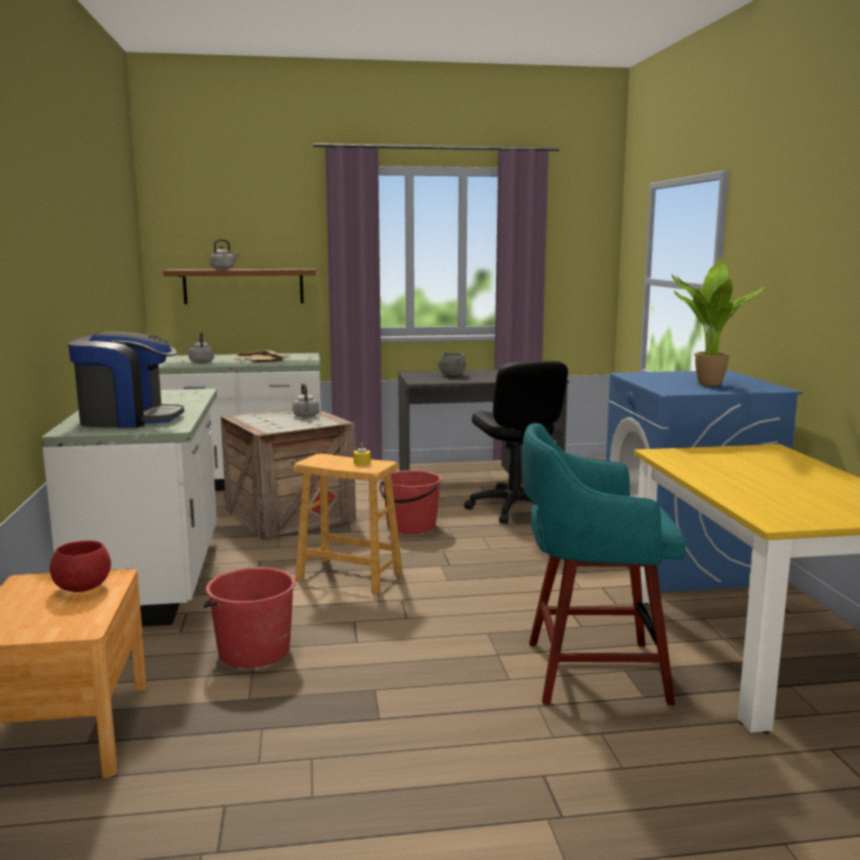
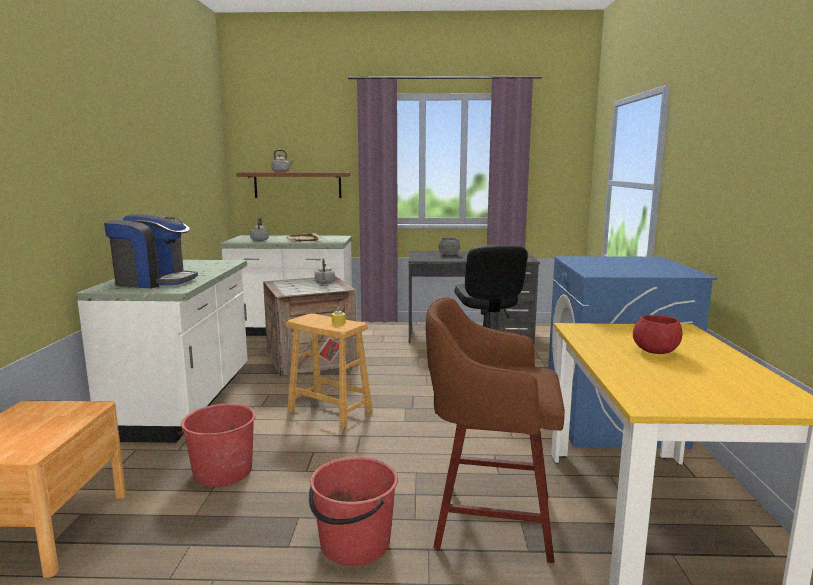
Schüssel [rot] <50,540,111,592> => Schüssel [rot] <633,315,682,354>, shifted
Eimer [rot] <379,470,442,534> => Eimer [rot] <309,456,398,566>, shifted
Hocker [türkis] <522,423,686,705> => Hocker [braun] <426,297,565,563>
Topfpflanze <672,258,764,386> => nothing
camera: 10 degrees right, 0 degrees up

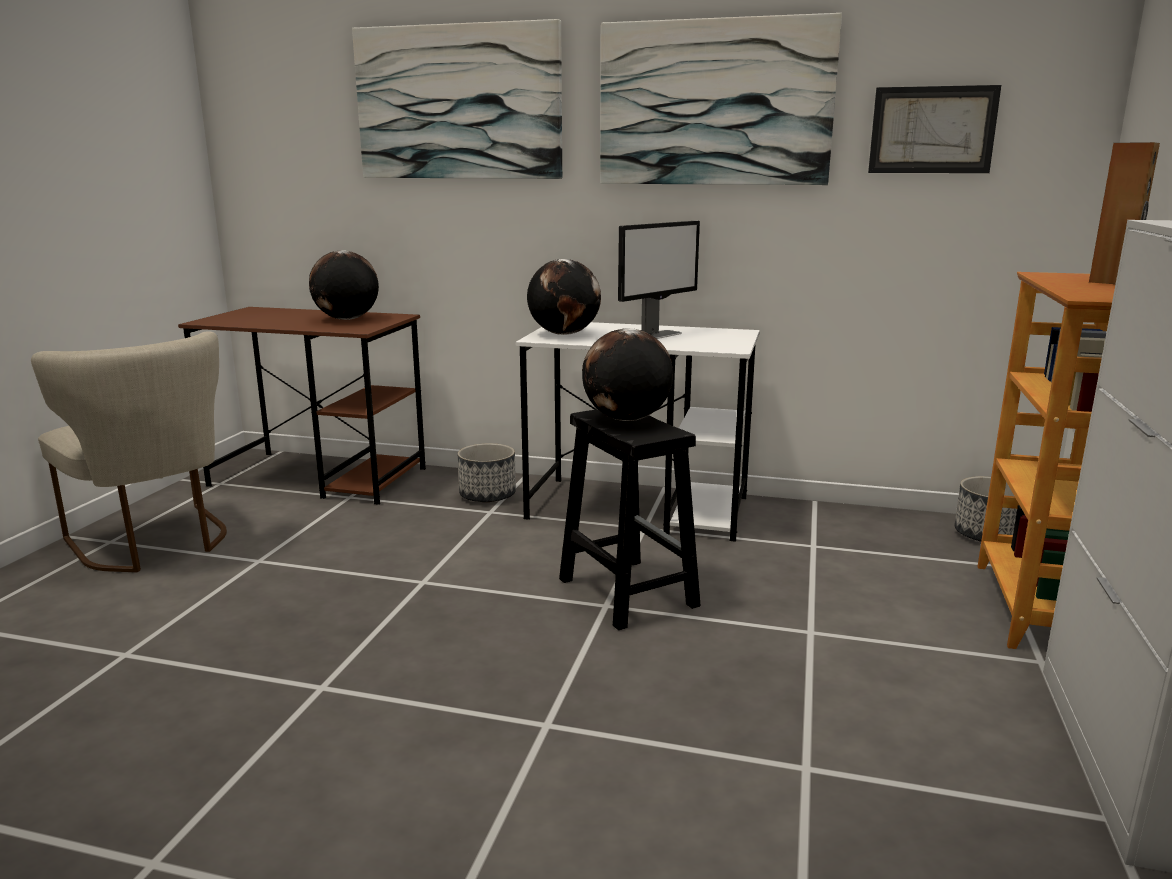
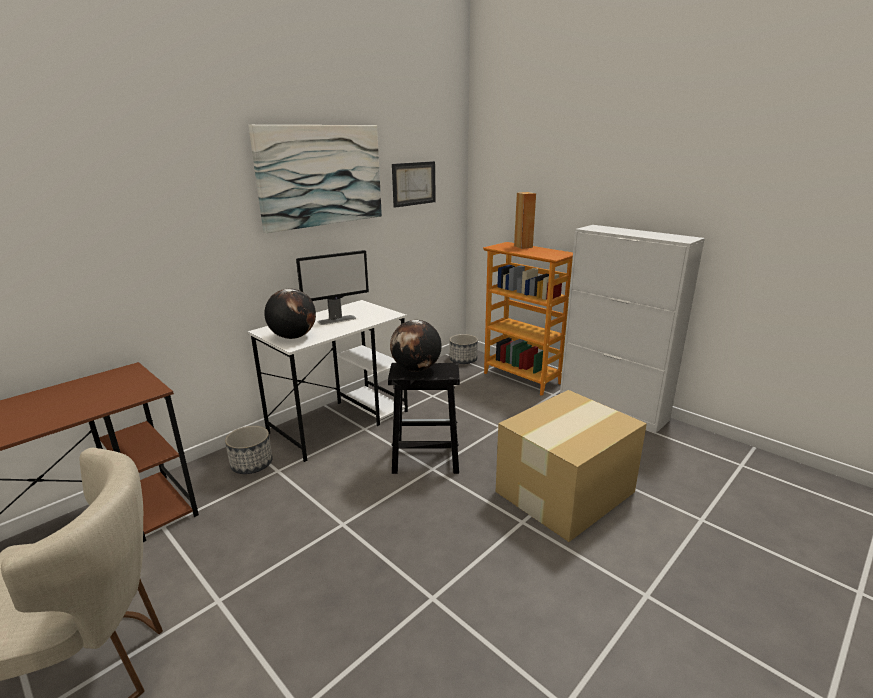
Globus <309,250,379,320> => nothing
Bild <352,19,562,179> => nothing
Monitor <618,221,700,339> => Monitor <296,250,369,325>, 75 degrees clockwise
nothing => Karton <496,390,647,542>
camera: 60 degrees left, 5 degrees up

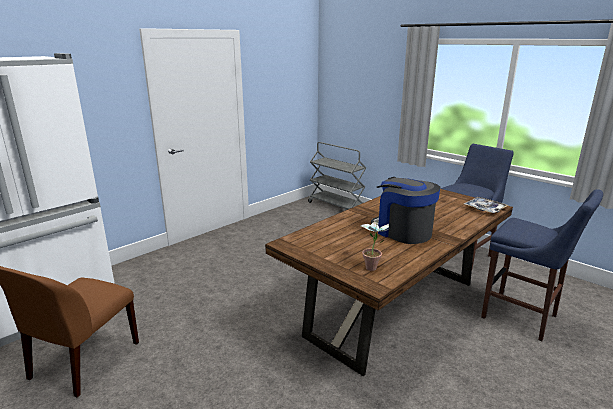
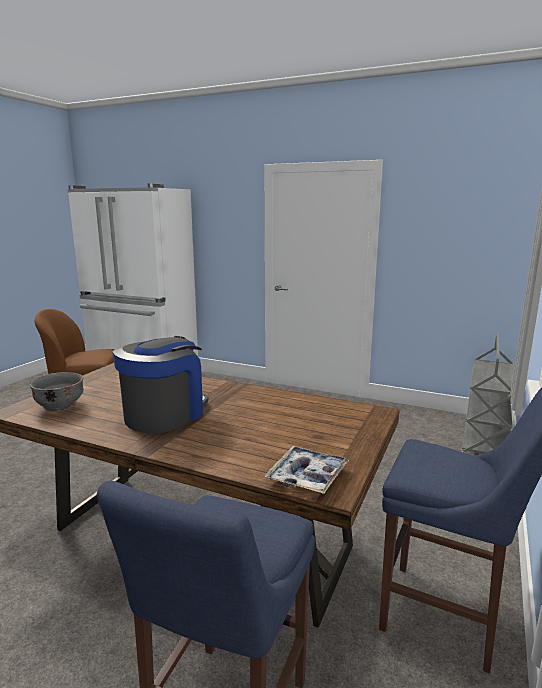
Topfpflanze <361,221,389,271> => Schüssel [grau] <30,372,83,411>
camera: 70 degrees right, 5 degrees down

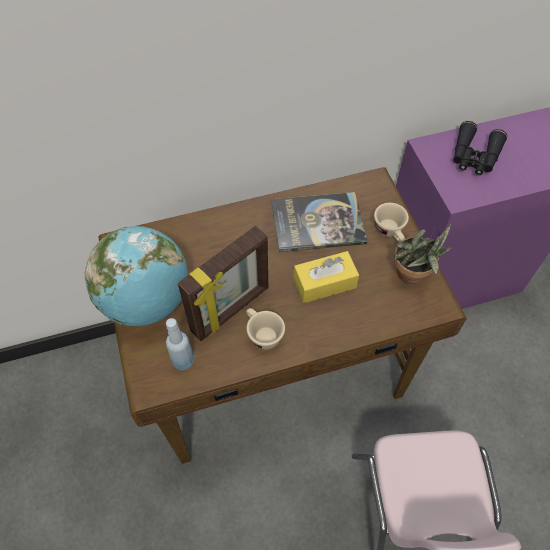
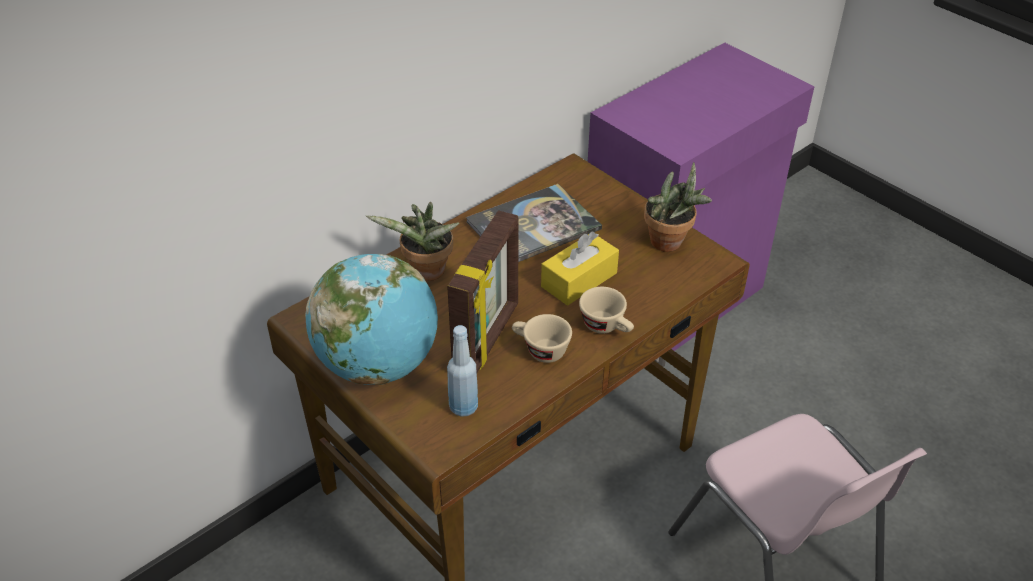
Tasse [beige] <374,203,409,242> => Tasse [beige] <579,287,634,334>, shifted
Fernglas [schwarz] <453,121,507,175> => nothing
nothing => Topfpflanze <366,202,460,281>
camera: 25 degrees left, 15 degrees down

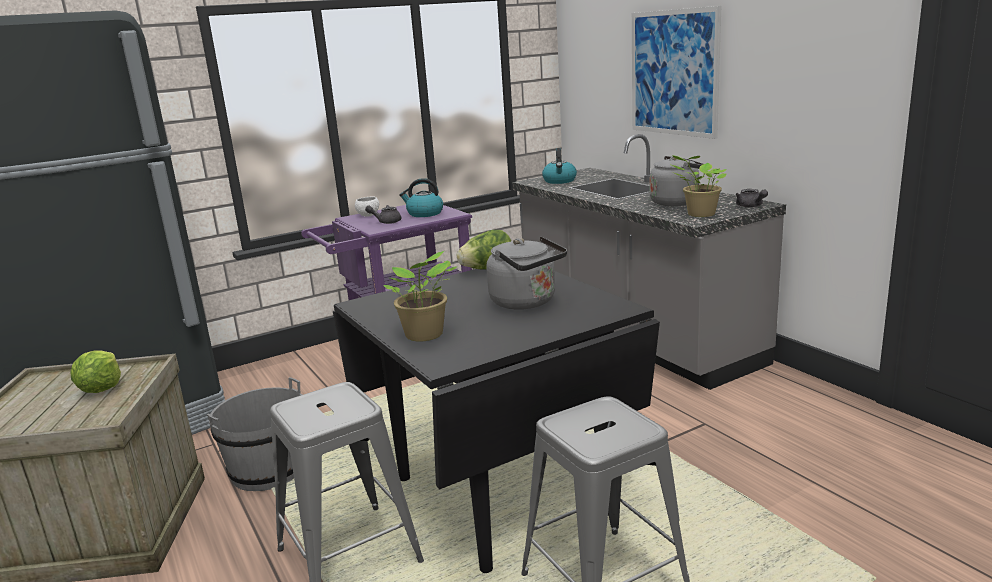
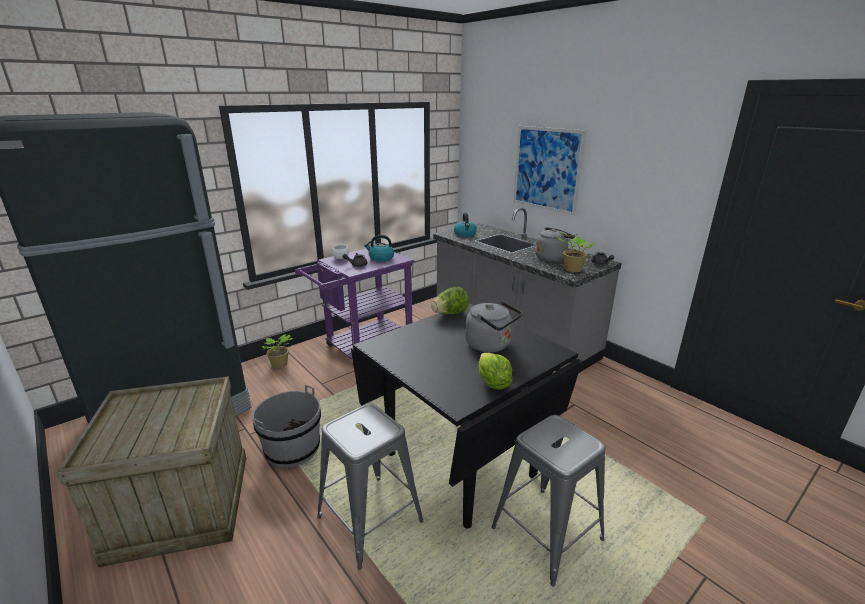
Salatkopf <70,350,121,393> => Salatkopf <479,353,513,389>, shifted
Topfpflanze <383,251,457,342> => Topfpflanze <262,334,293,368>, shifted
camera: 10 degrees left, 5 degrees up

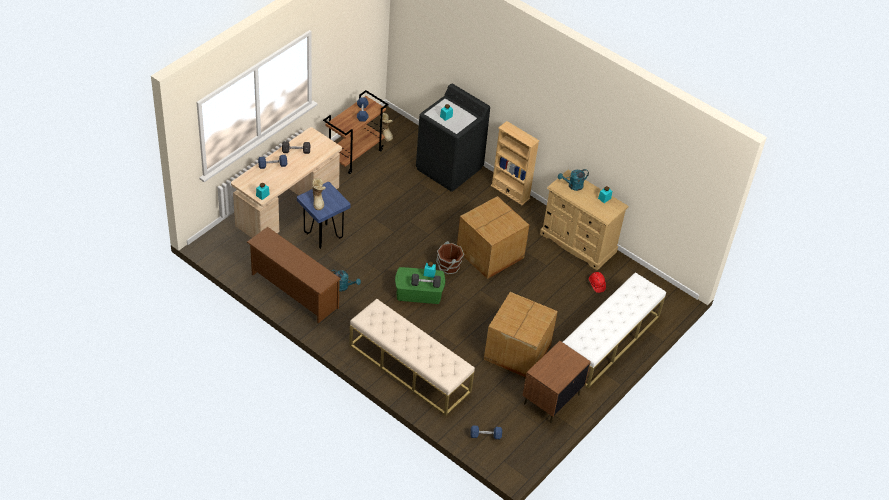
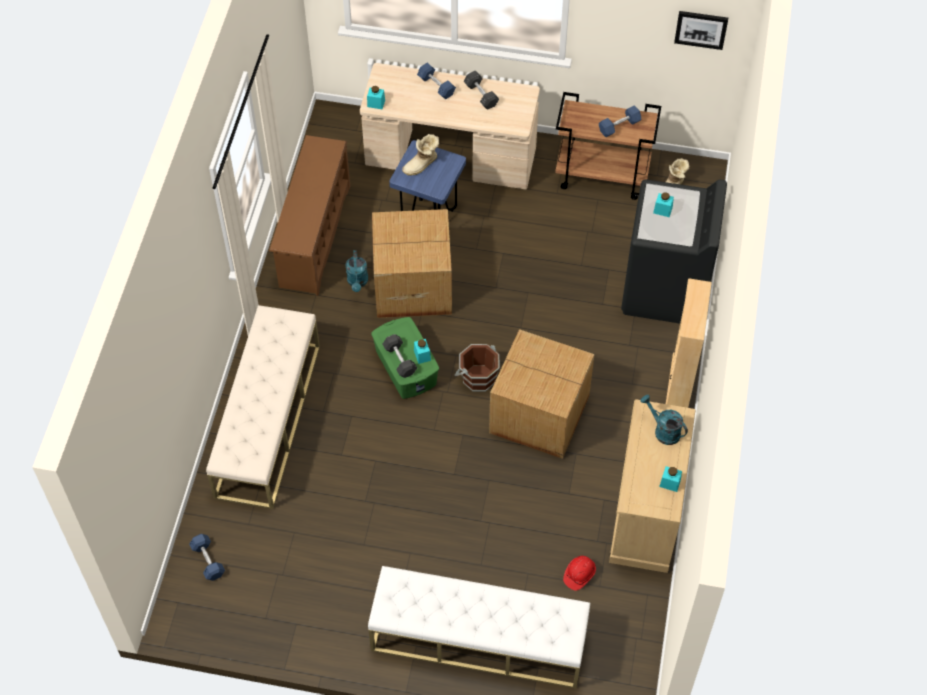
Karton <484,292,558,377> => Karton <372,209,452,318>, shifted
Nachttisch [braun] <522,341,591,423> => nothing
nothing => Bild <674,11,728,50>
camera: 65 degrees right, 10 degrees up

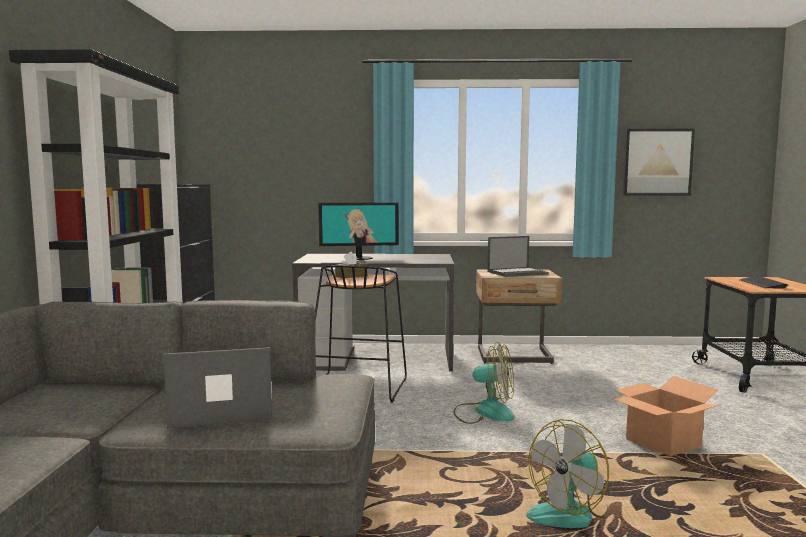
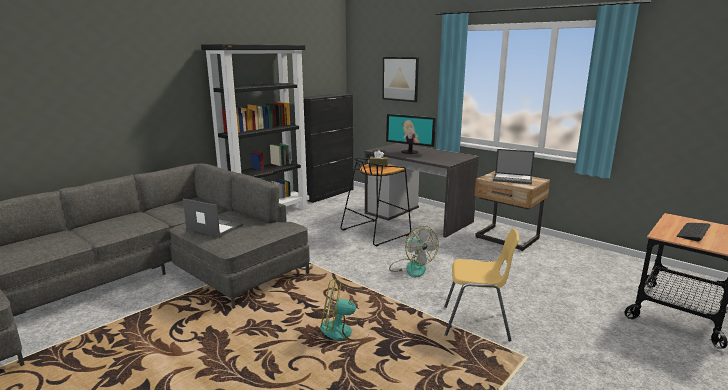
Karton <613,376,720,457> => Stuhl [gelb] <444,228,519,341>
Bild <623,128,695,196> => Bild <382,57,419,102>, shifted
camera: 40 degrees right, 10 degrees up

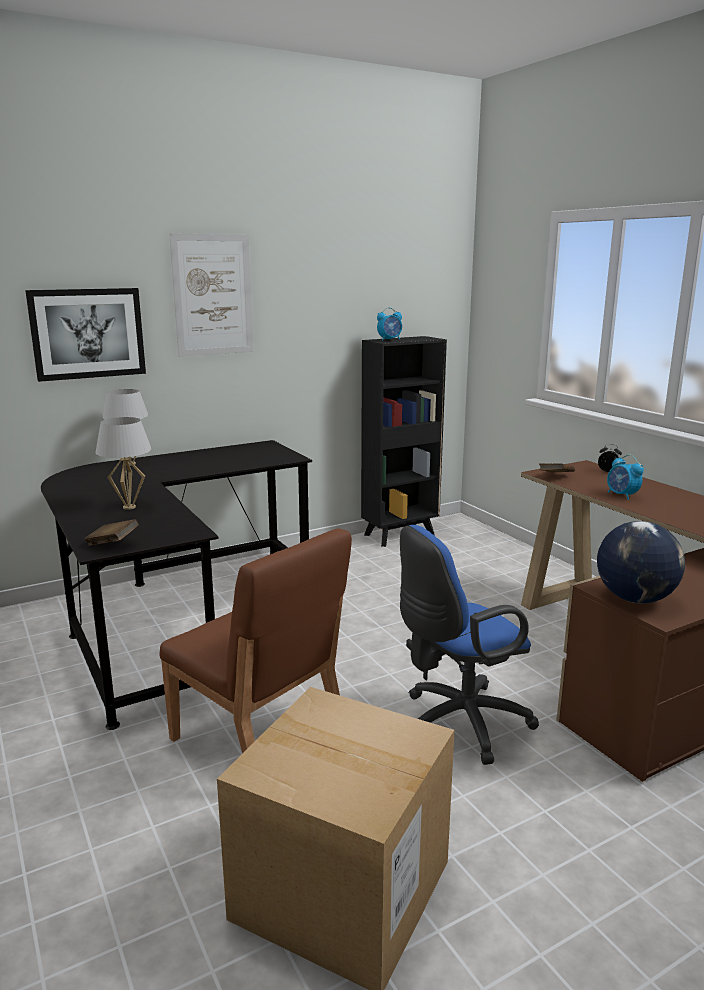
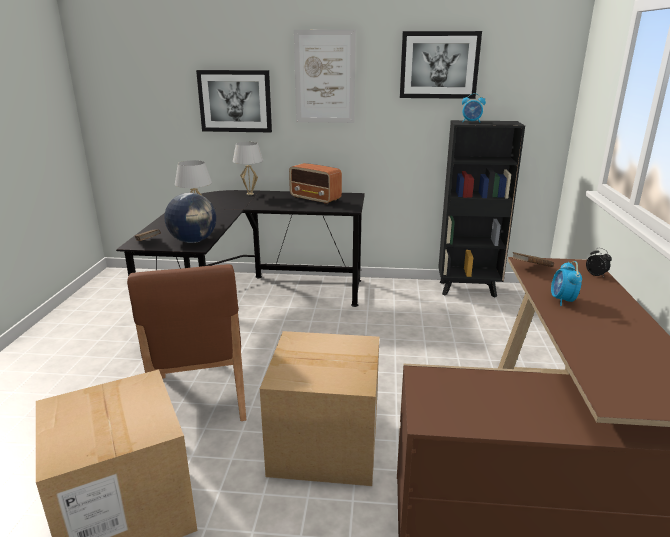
Bürostuhl [blau] <400,525,539,765> => Karton <260,331,379,486>
Globus <597,521,685,603> => Globus <165,193,216,243>, shifted
nothing => Radio <289,163,342,204>
nothing => Bild <400,31,482,99>
camera: 35 degrees right, 5 degrees up

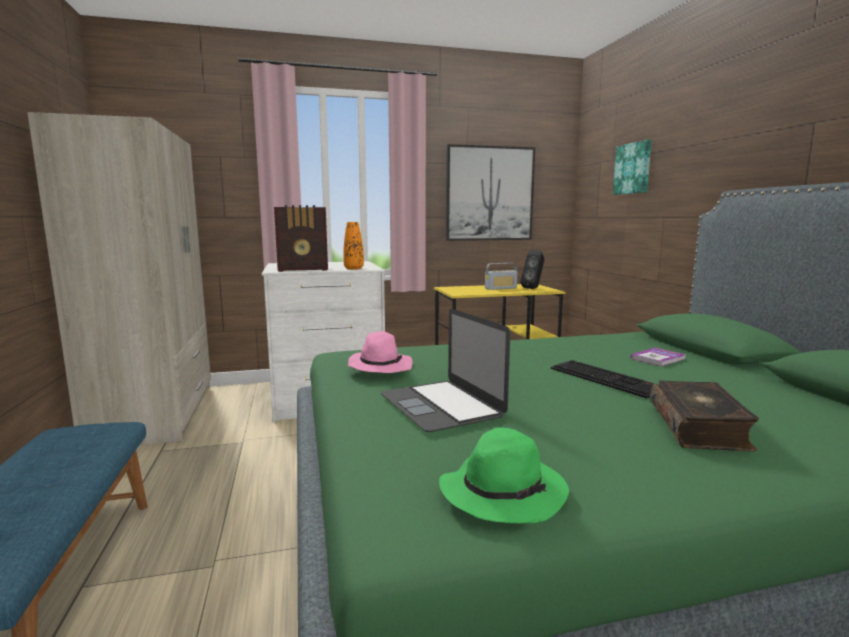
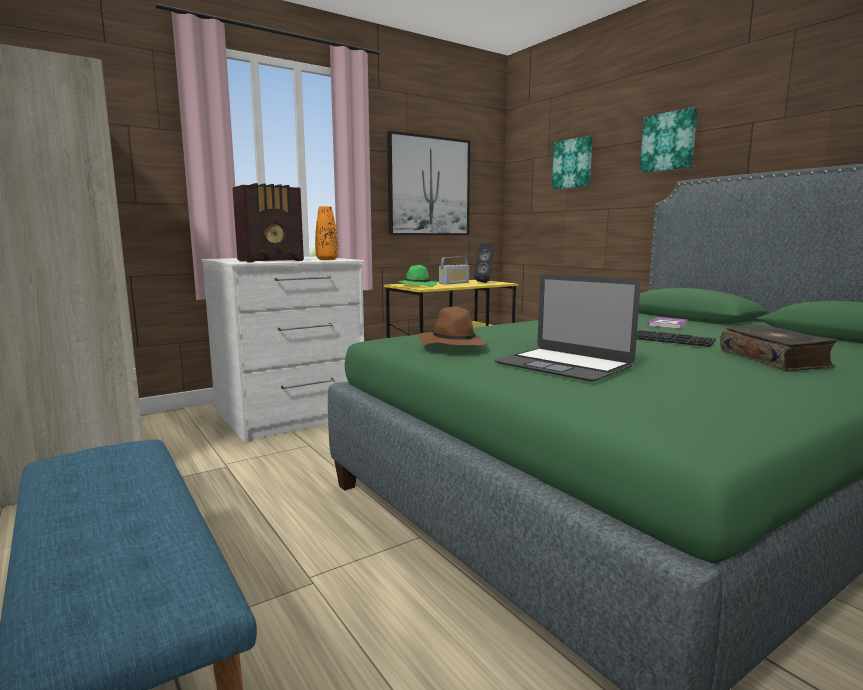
Hut [rosa] <348,331,412,373> => Hut [braun] <418,307,488,346>
Hut [grün] <439,427,569,523> => Hut [grün] <398,265,437,287>, shifted
nothing => Bild <640,107,697,173>
camera: 20 degrees left, 0 degrees up

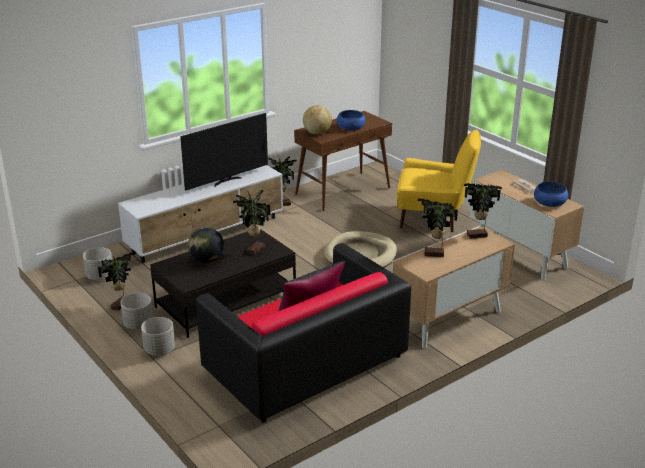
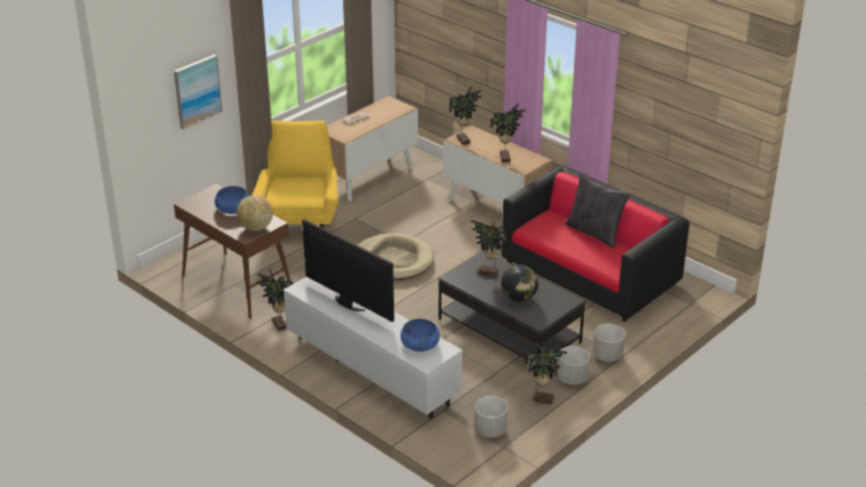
Schüssel [blau] <534,182,568,207> => Schüssel [blau] <400,319,440,352>, shifted
nothing => Bild <174,55,223,129>
camera: 100 degrees left, 5 degrees up

